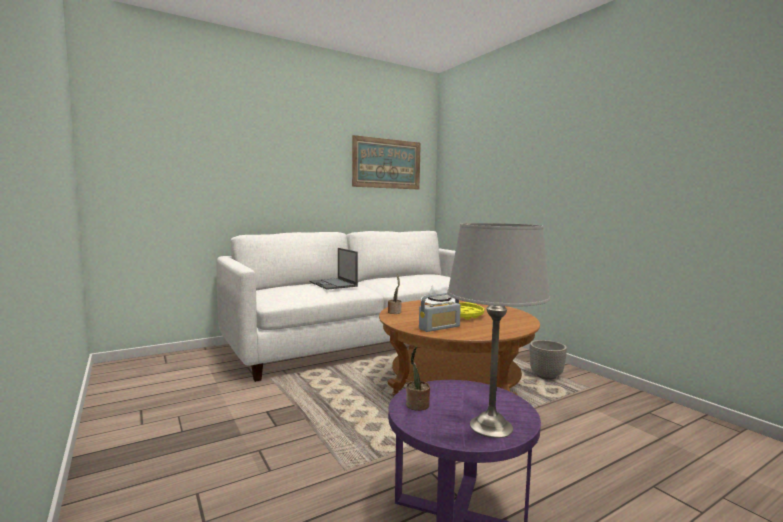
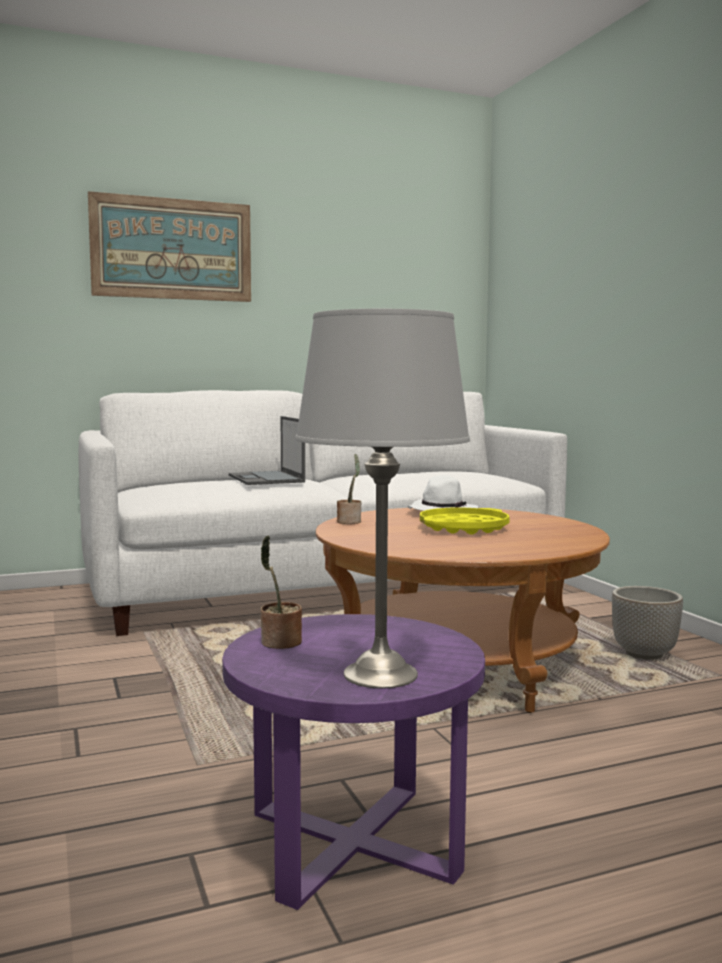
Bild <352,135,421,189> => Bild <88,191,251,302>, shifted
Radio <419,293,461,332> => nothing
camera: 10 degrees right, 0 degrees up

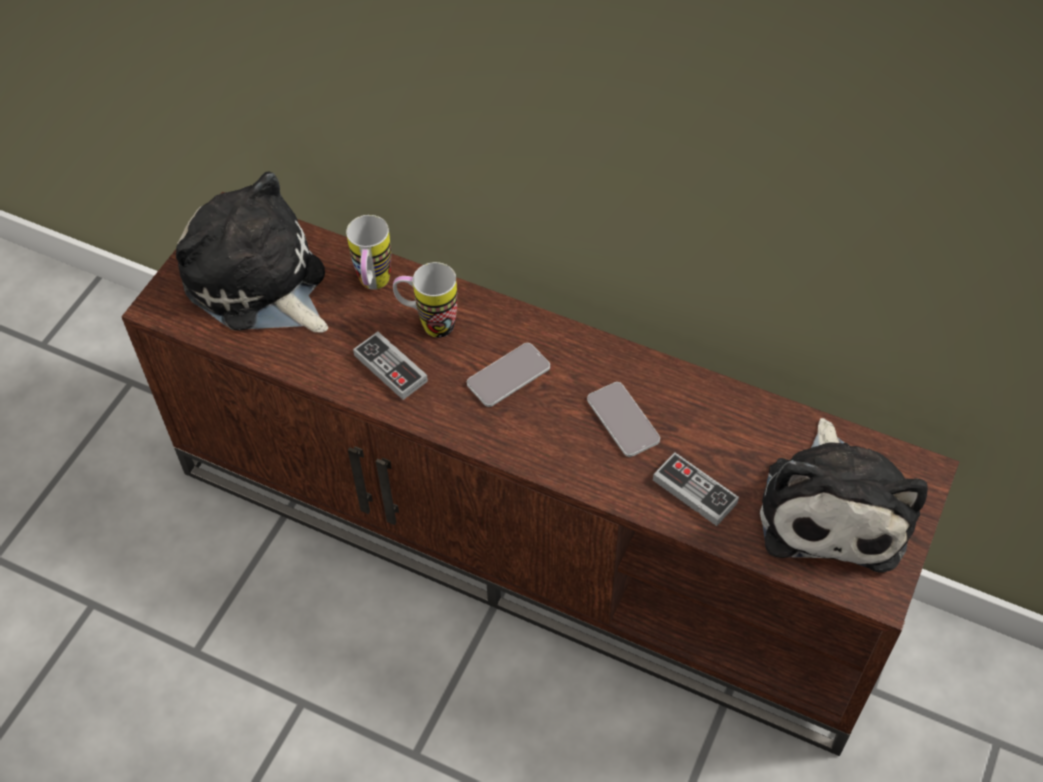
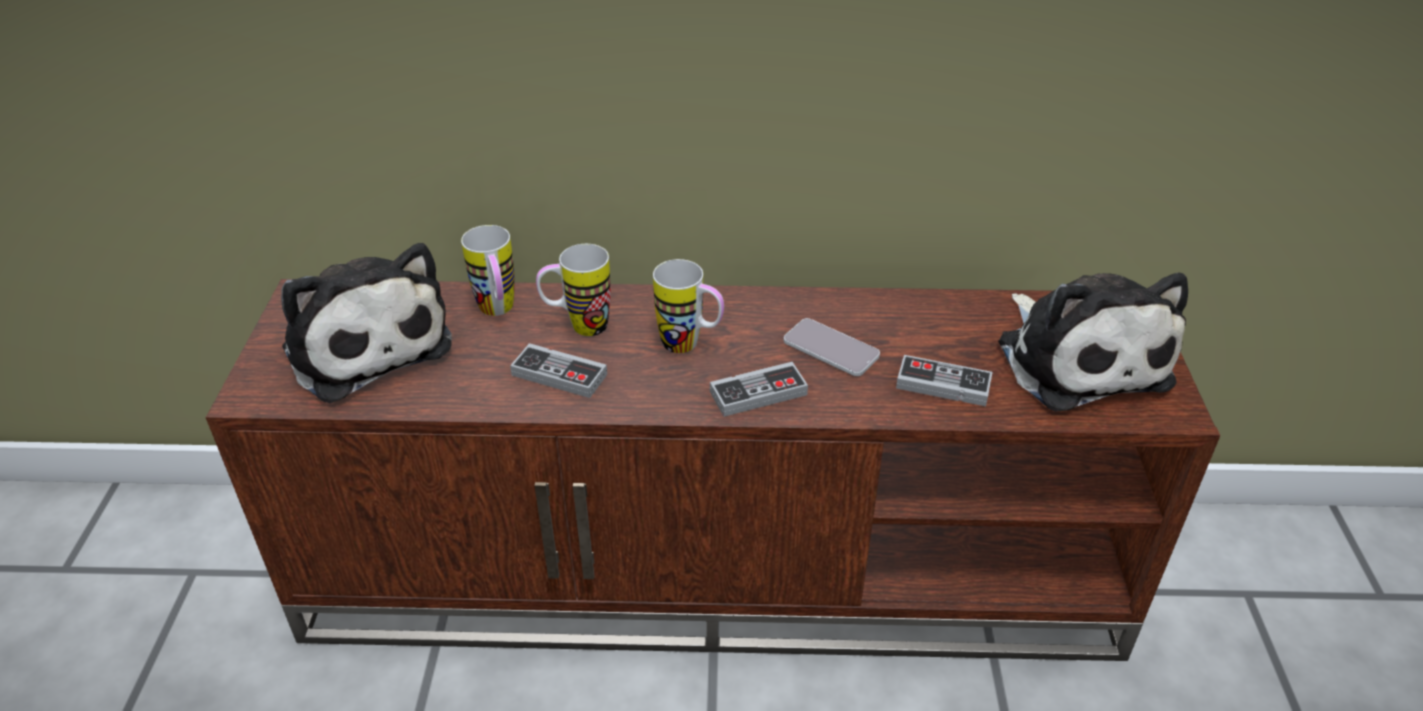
Plüschtier <176,172,328,333> => Plüschtier <281,243,452,403>, 150 degrees counterclockwise
Handy <467,343,550,407> => Henkelbecher <653,259,724,353>
nothing => Gamepad <710,362,808,417>
camera: 25 degrees left, 15 degrees down

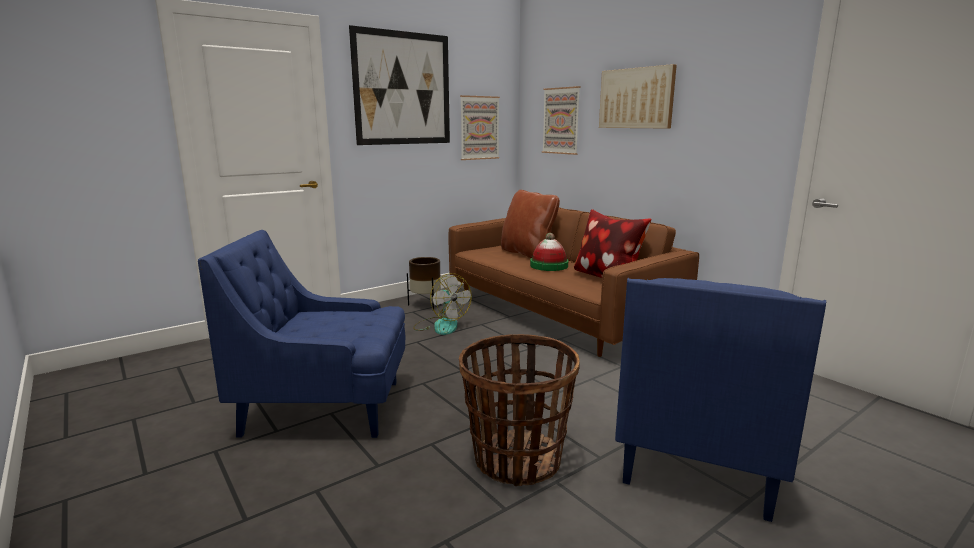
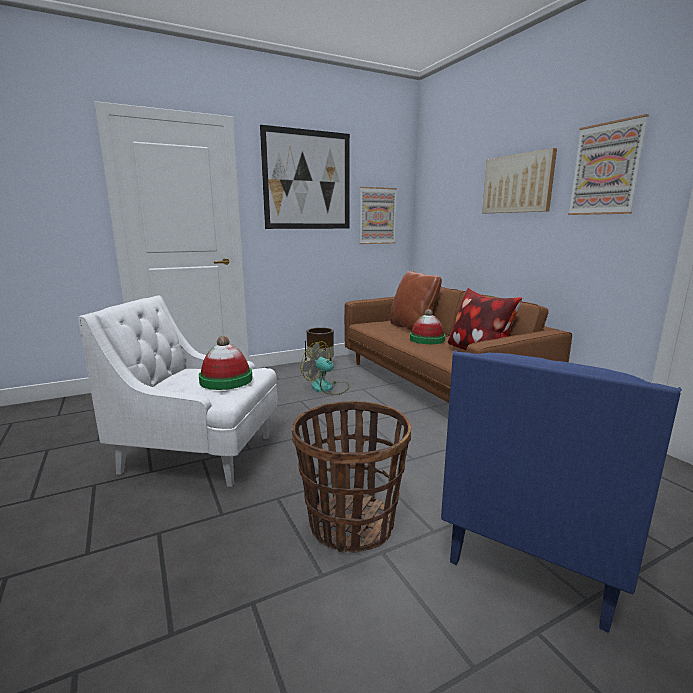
Sessel [blau] <198,230,405,438> => Sessel [weiß] <78,296,277,487>
Ventilator <413,273,472,335> => Ventilator <301,341,350,395>, 150 degrees clockwise
Bild <542,86,581,155> => Bild <568,114,649,215>, shifted
nothing => Hut <199,336,252,390>
camera: 10 degrees right, 0 degrees up

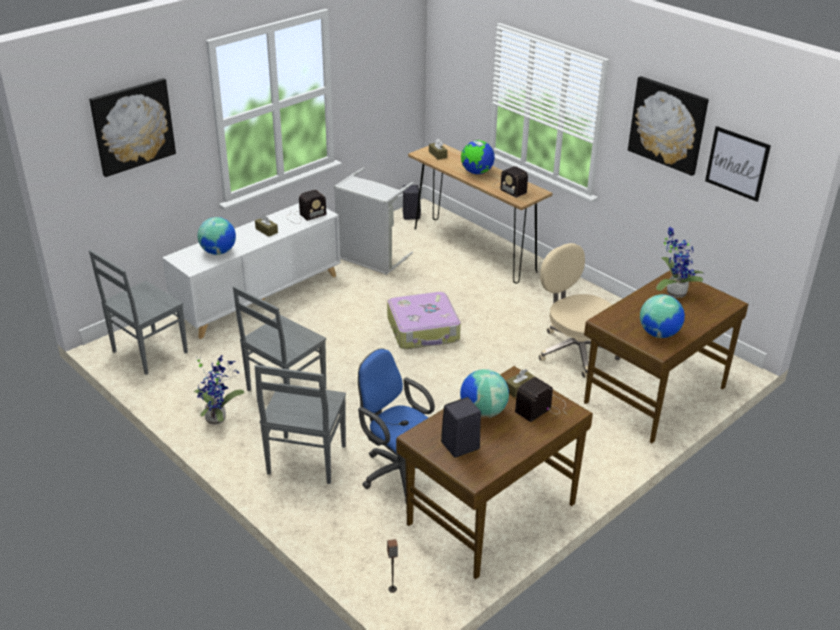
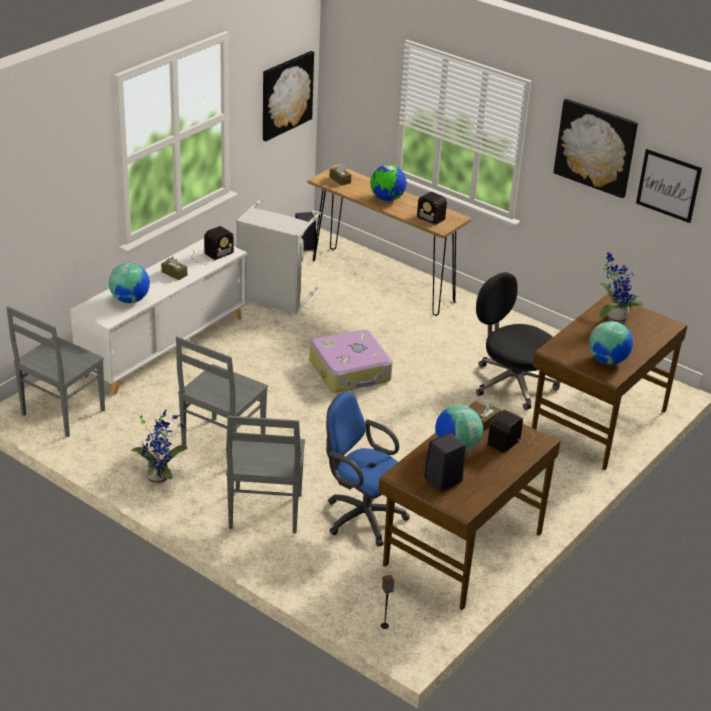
Bild <89,78,176,177> => Bild <263,51,314,141>, shifted
Bürostuhl [beige] <539,243,621,378> => Bürostuhl [schwarz] <476,272,561,410>
camera: 10 degrees left, 0 degrees up

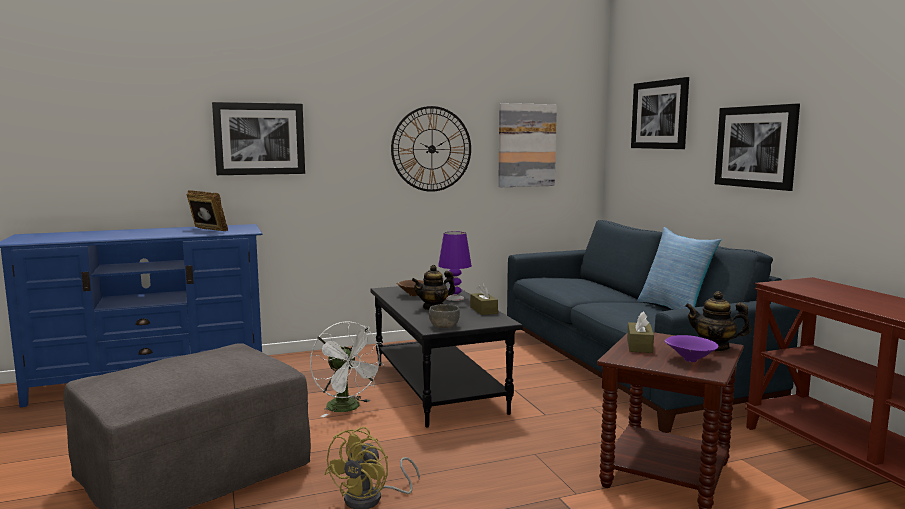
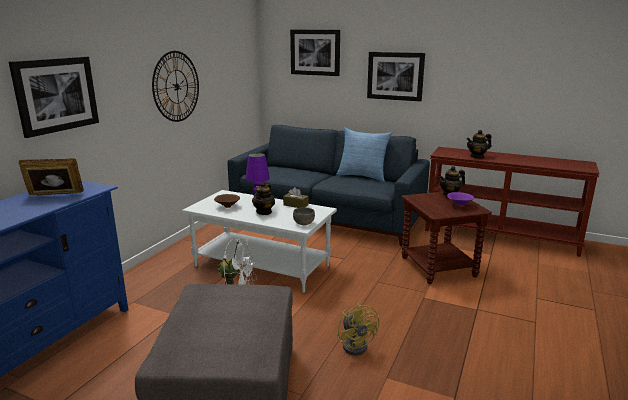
Couchtisch [schwarz] <370,282,523,428> => Couchtisch [weiß] <182,190,337,293>
Bild <498,103,557,187> => nothing
Taschentuchbox [braun] <627,312,654,353> => nothing
nothing => Teekanne <466,130,491,159>
camera: 45 degrees left, 10 degrees up

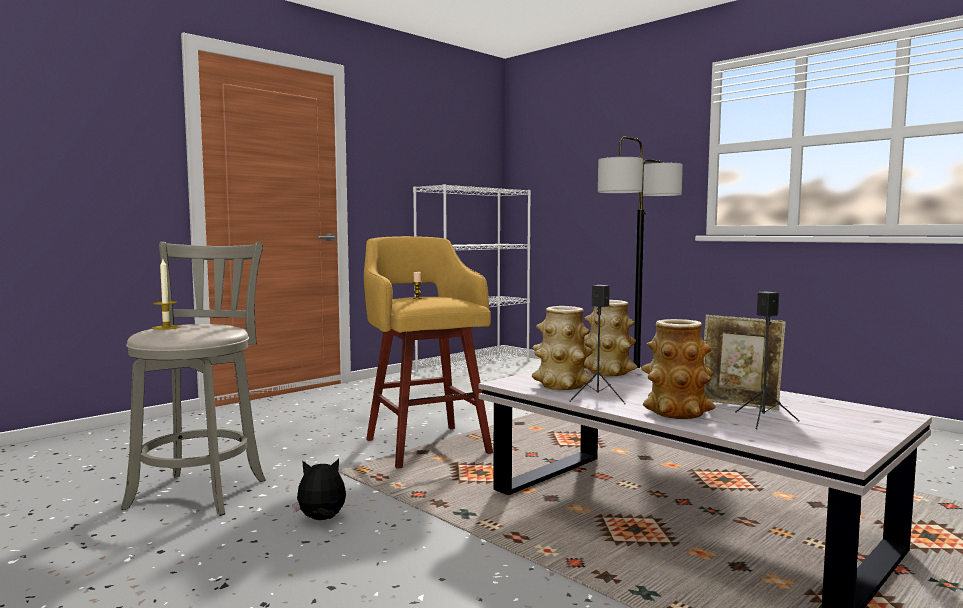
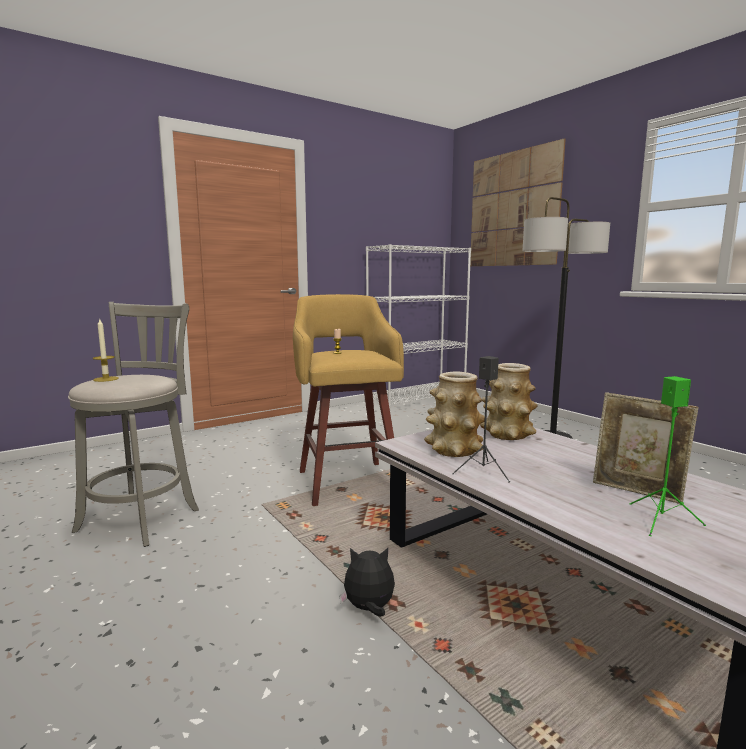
Plüschtier <292,459,346,520> => Plüschtier <339,548,395,617>, shifted
Vase <641,319,716,419> => nothing
Lautsprecher [schwarz] <735,292,800,429> => Lautsprecher [grün] <630,376,706,536>
nothing => Bild <470,138,566,266>
camera: 10 degrees right, 5 degrees up

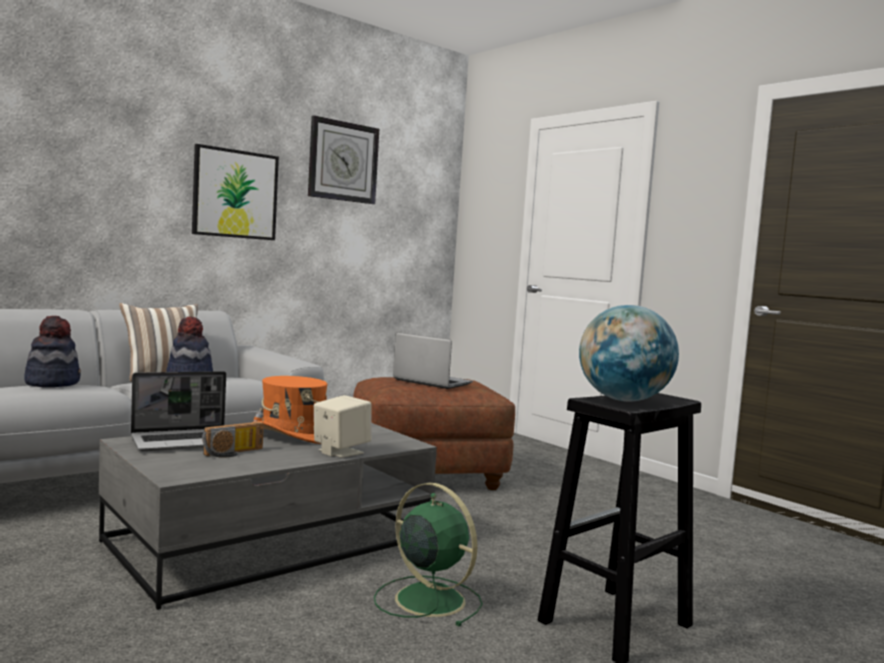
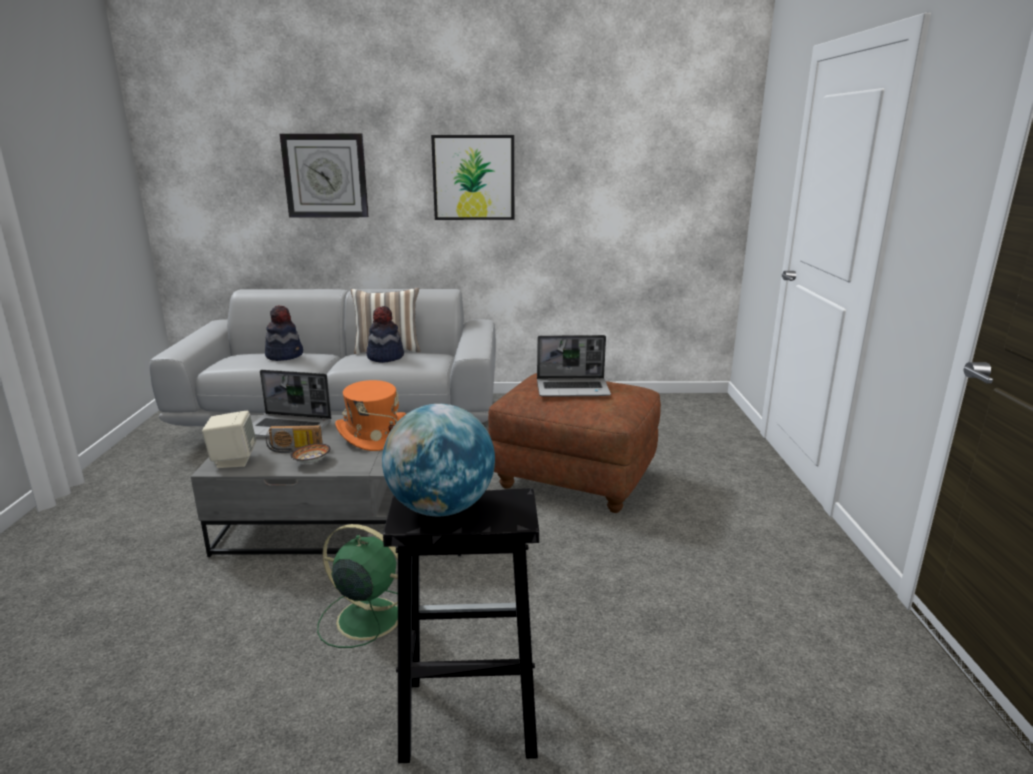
Wanduhr <308,115,379,204> => Wanduhr <280,134,369,218>, shifted
Lautsprecher [beige] <314,395,372,458> => Lautsprecher [beige] <202,411,256,468>, shifted
Ventilator [grün] <374,483,483,626> => Ventilator [grün] <317,524,398,648>, 60 degrees counterclockwise
Laptop <393,332,473,389> => Laptop <537,335,611,397>, 105 degrees clockwise
nothing => Schüssel <290,443,331,463>
camera: 40 degrees right, 15 degrees up

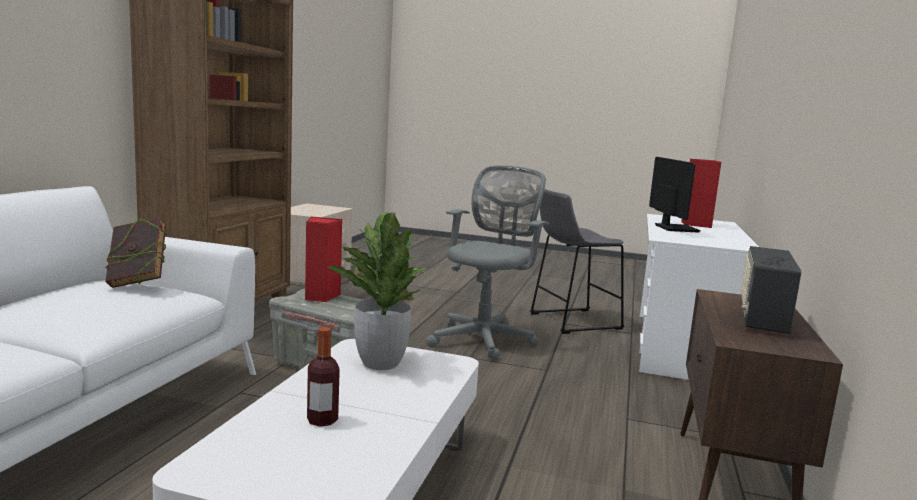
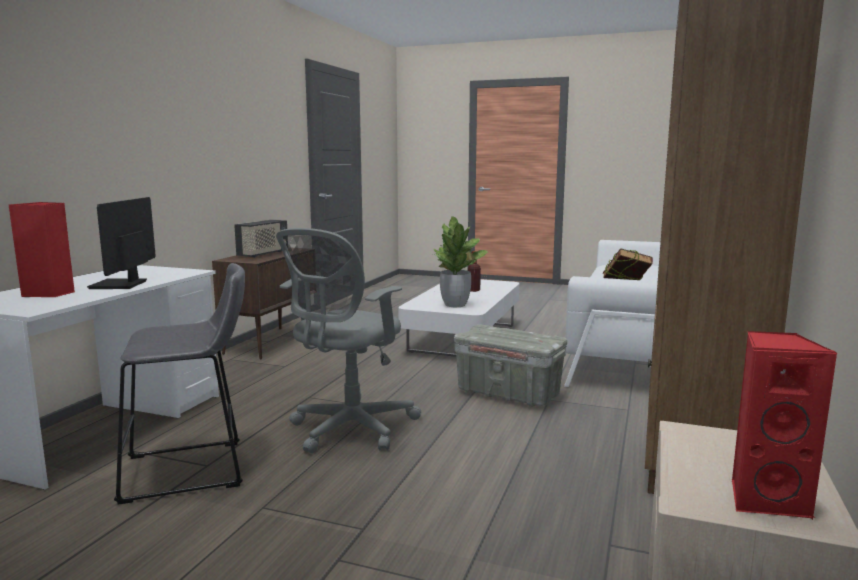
Lautsprecher [rot] <305,216,342,302> => Lautsprecher [rot] <732,331,838,520>, shifted
camera: 175 degrees left, 0 degrees up

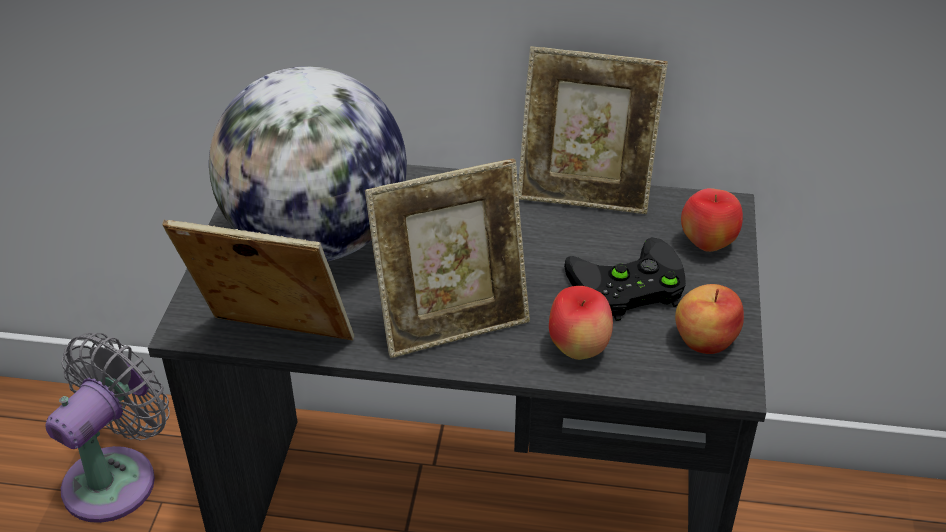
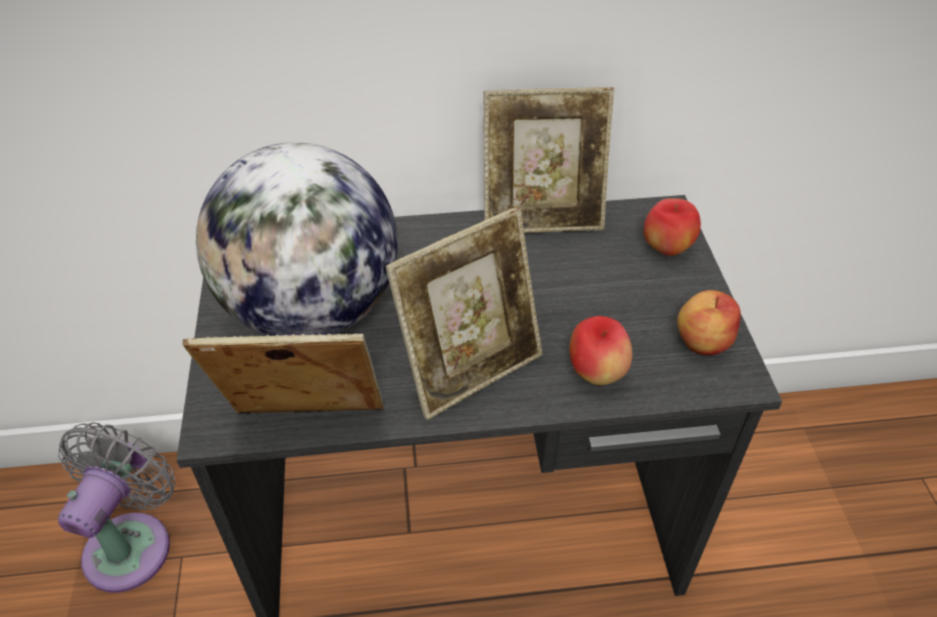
Gamepad [schwarz] <564,237,686,321> => nothing
camera: 15 degrees left, 5 degrees up

